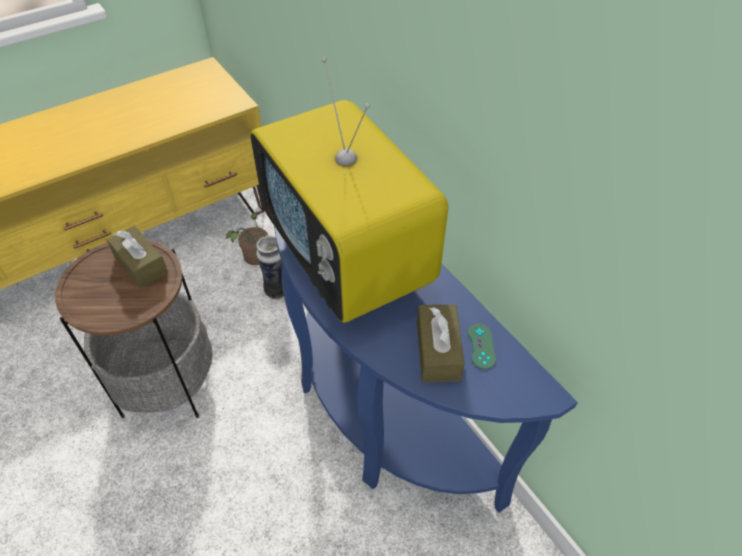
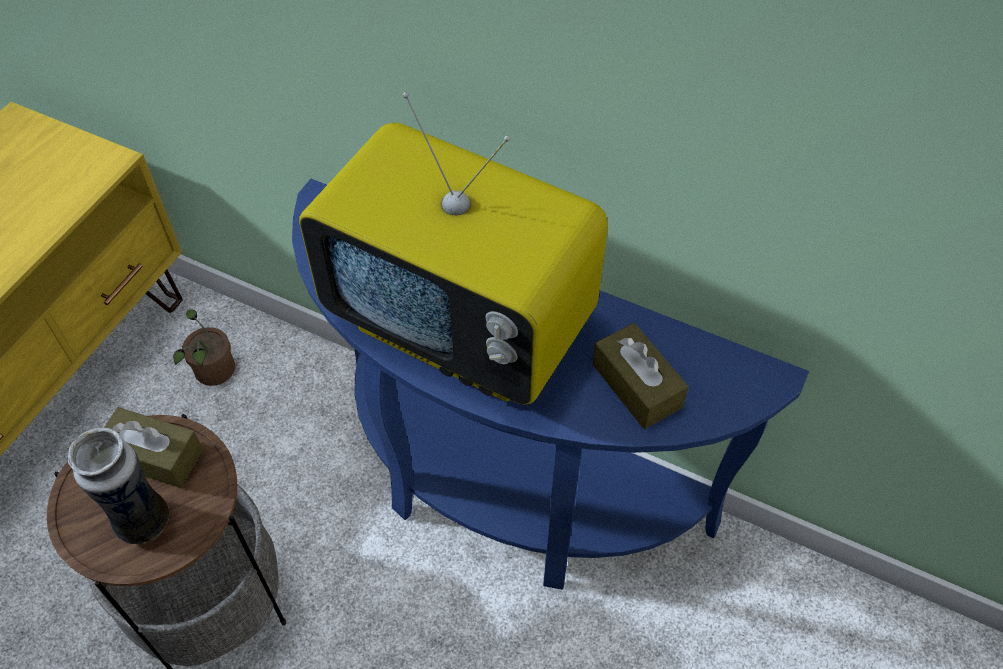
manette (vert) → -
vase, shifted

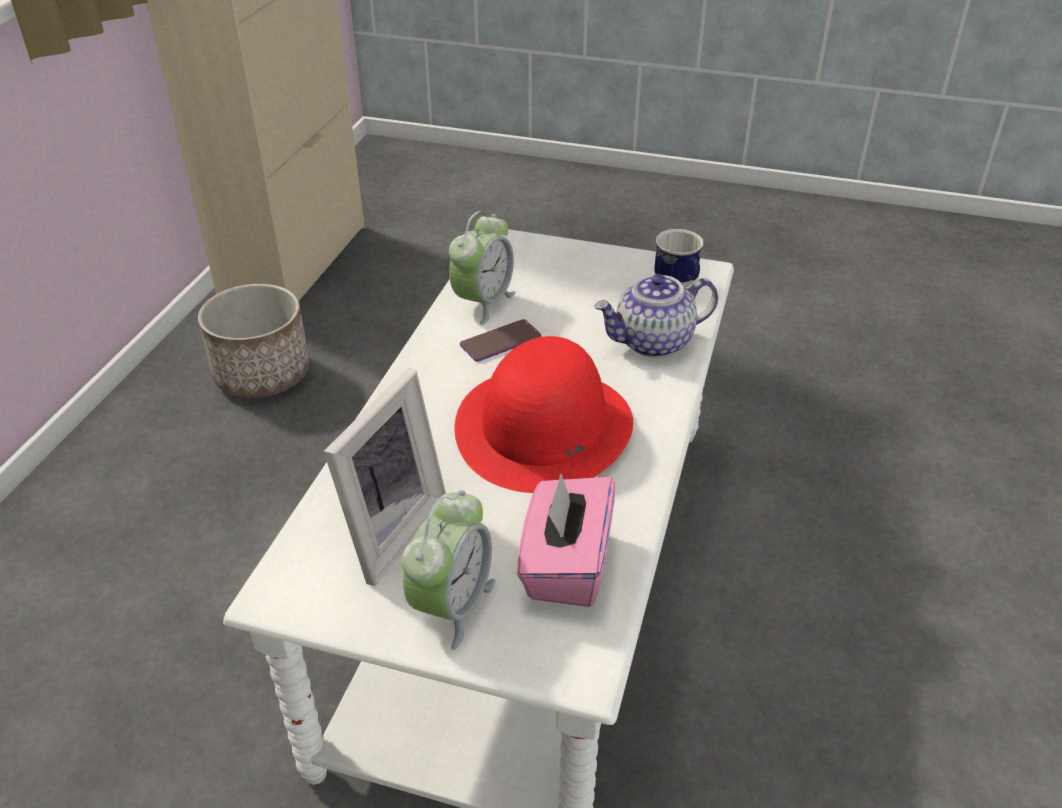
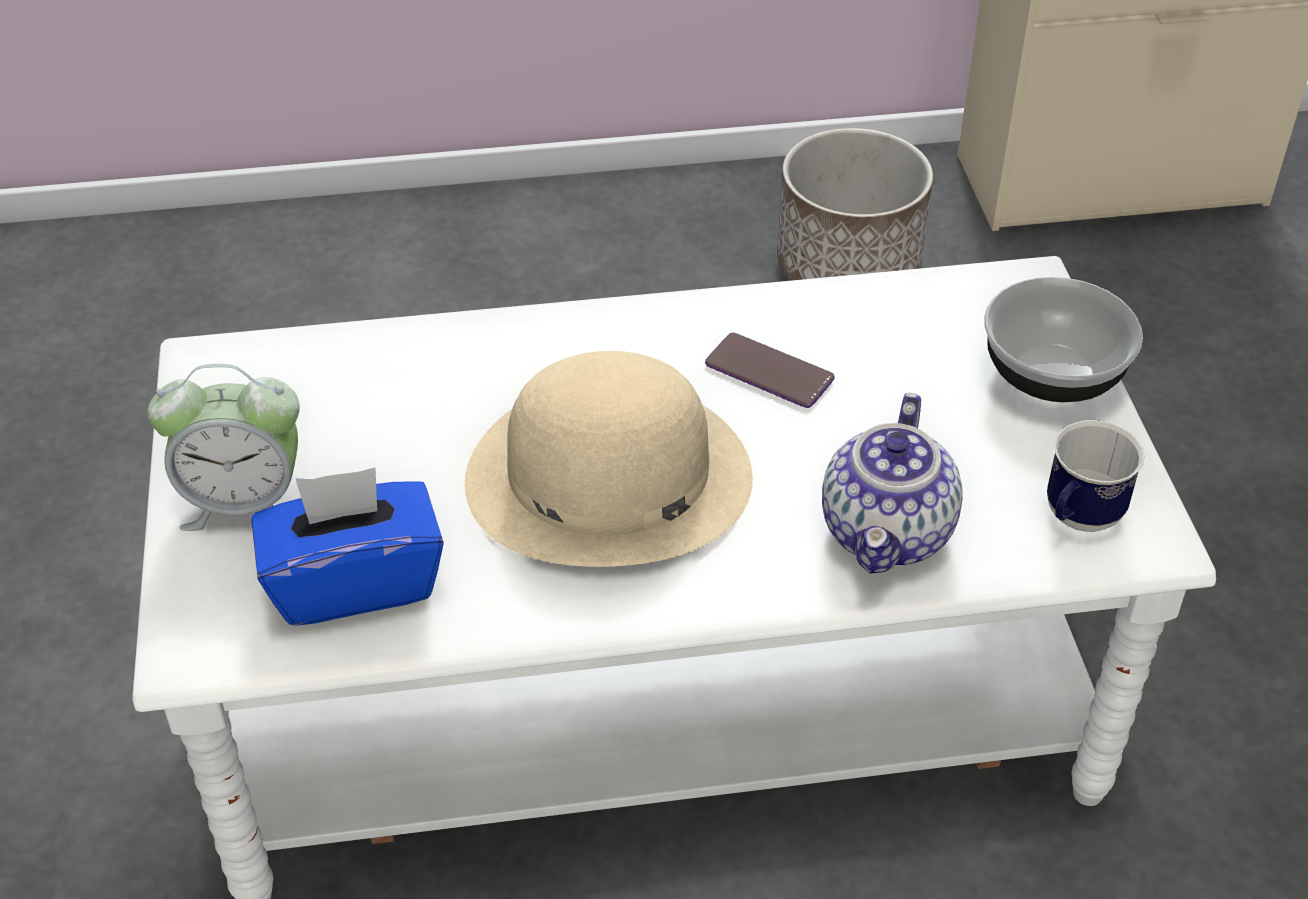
cadre photo → -
réveil (no. 2 from left) → -
- → bol
chapeau (rouge) → chapeau (beige)
boîte à mouchoirs (rose) → boîte à mouchoirs (bleu)
théière, 120 degrees counterclockwise

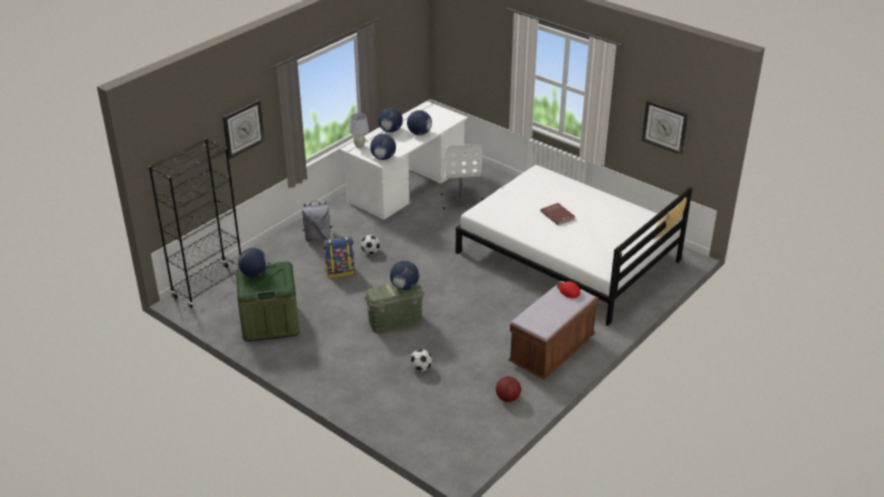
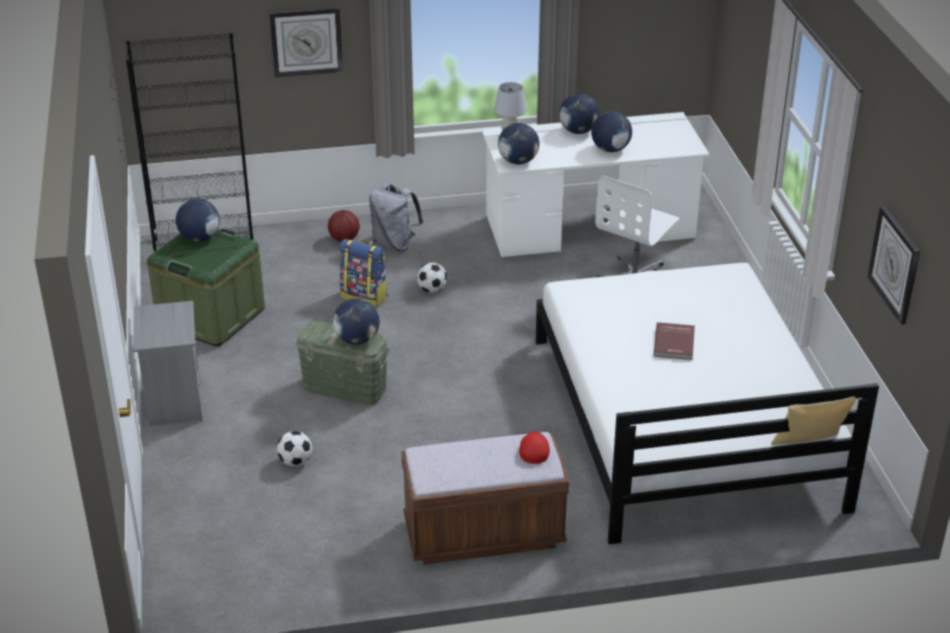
- → table de chevet (gris)
ballon de basket, shifted

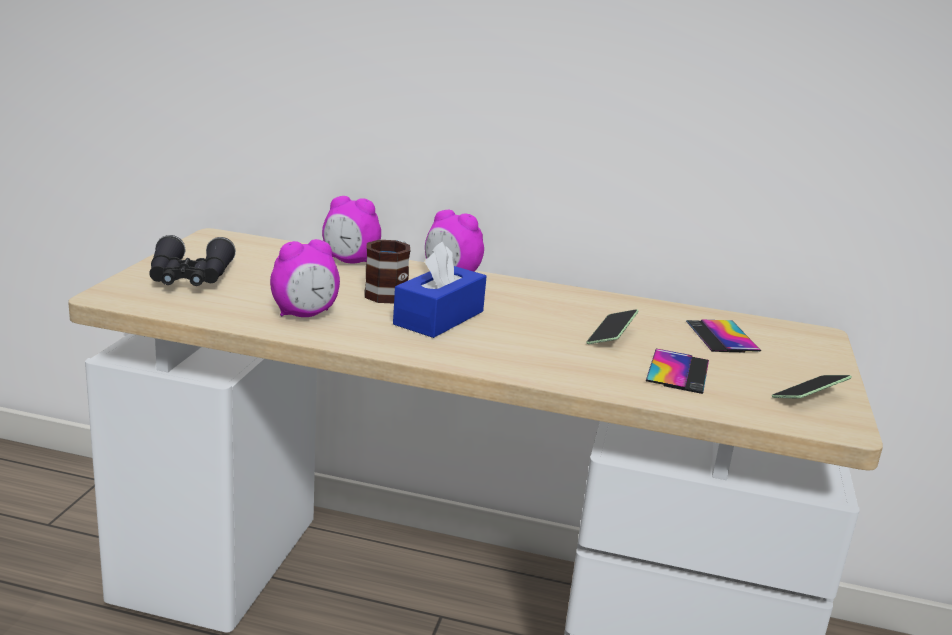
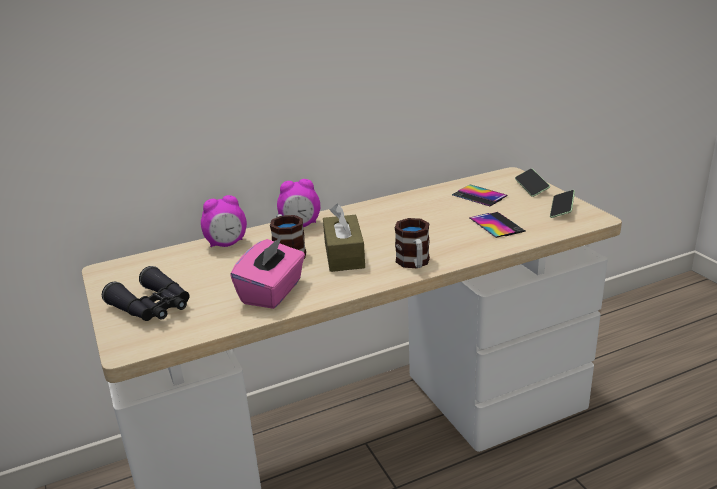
- → mug (no. 2 from left)
téléphone (no. 1 from left in the first image) → téléphone (no. 3 from left), shifted
réveil (no. 1 from left) → boîte à mouchoirs (rose)
boîte à mouchoirs (bleu) → boîte à mouchoirs (marron)

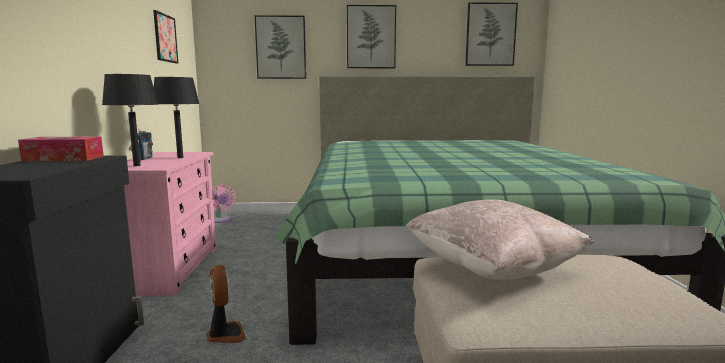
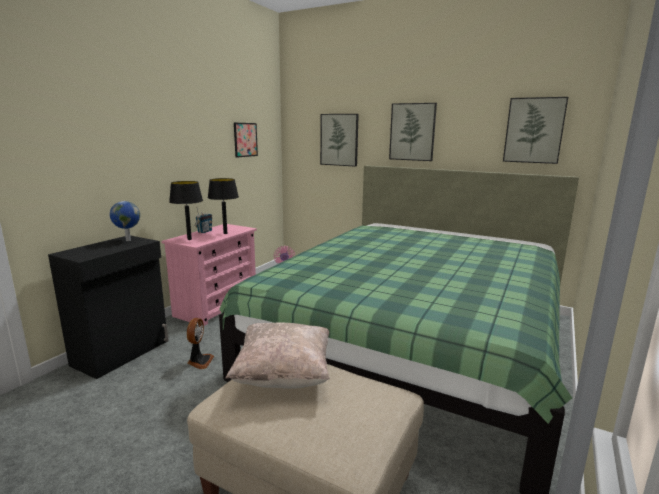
boîte à mouchoirs → globe

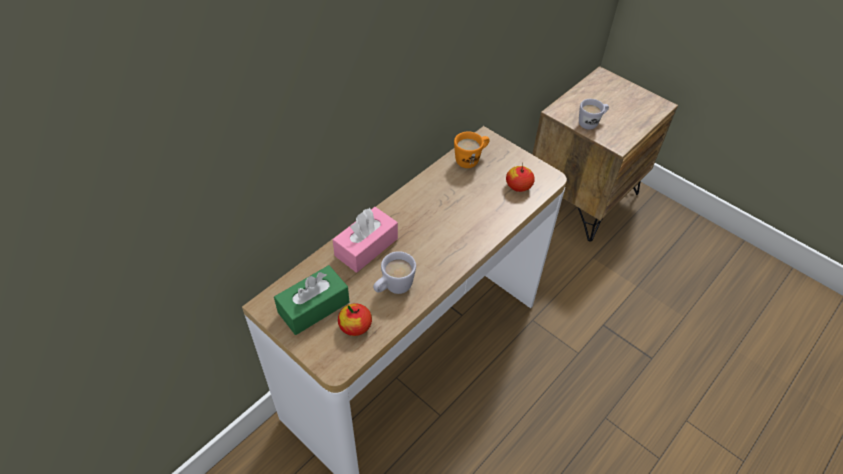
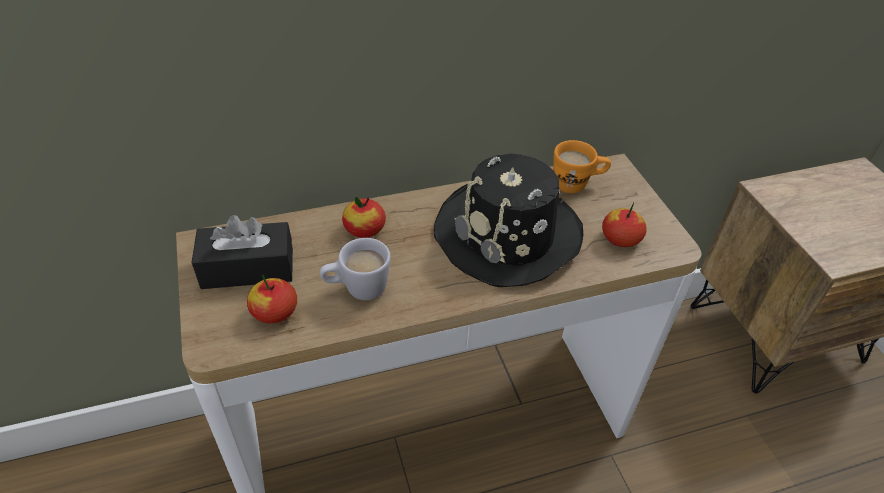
mug (blanc) (no. 2 from left) → -
- → chapeau (noir)
boîte à mouchoirs (rose) → pomme (no. 2 from left)
boîte à mouchoirs (vert) → boîte à mouchoirs (noir)

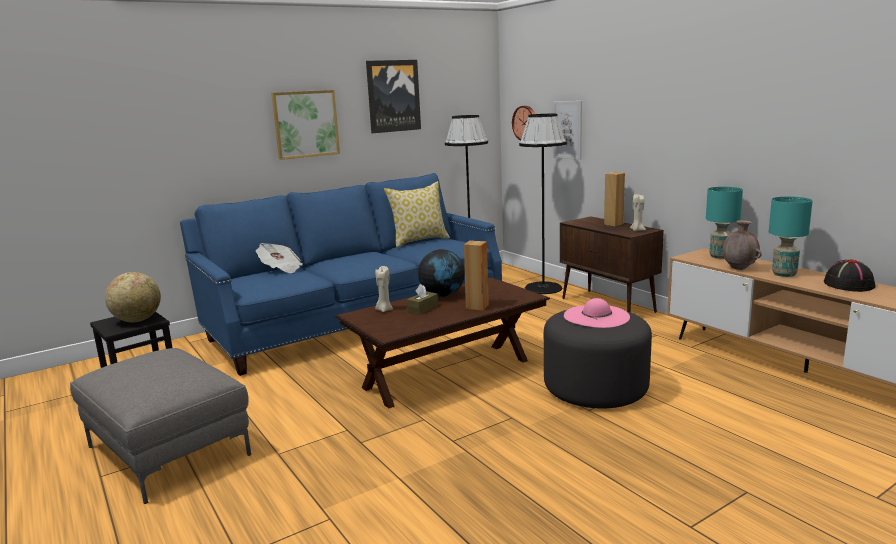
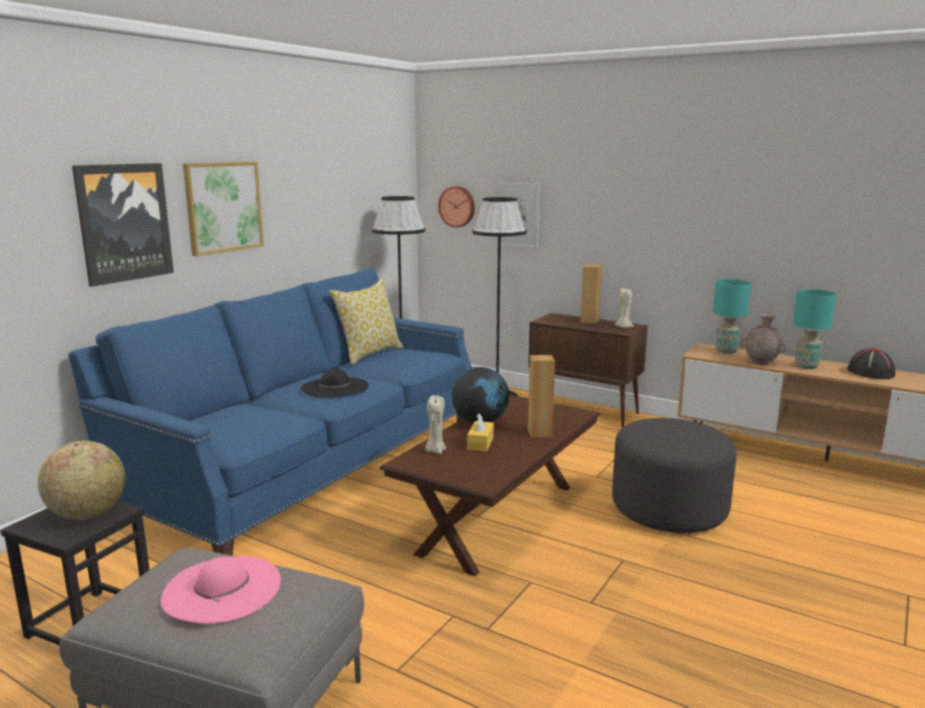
journal → -
- → chapeau (noir) (no. 1 from left)
tableau (no. 2 from left in the first image) → tableau (no. 1 from left), shifted
chapeau (rose), shifted
boîte à mouchoirs (marron) → boîte à mouchoirs (jaune)

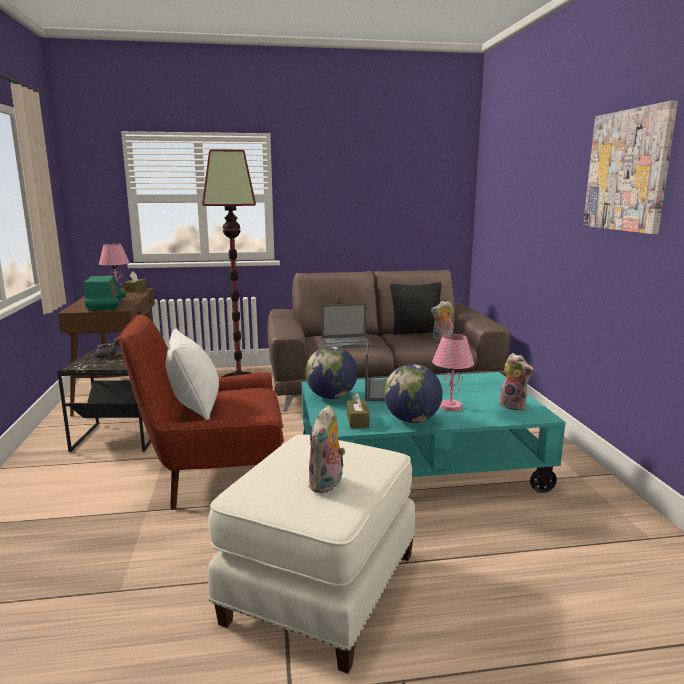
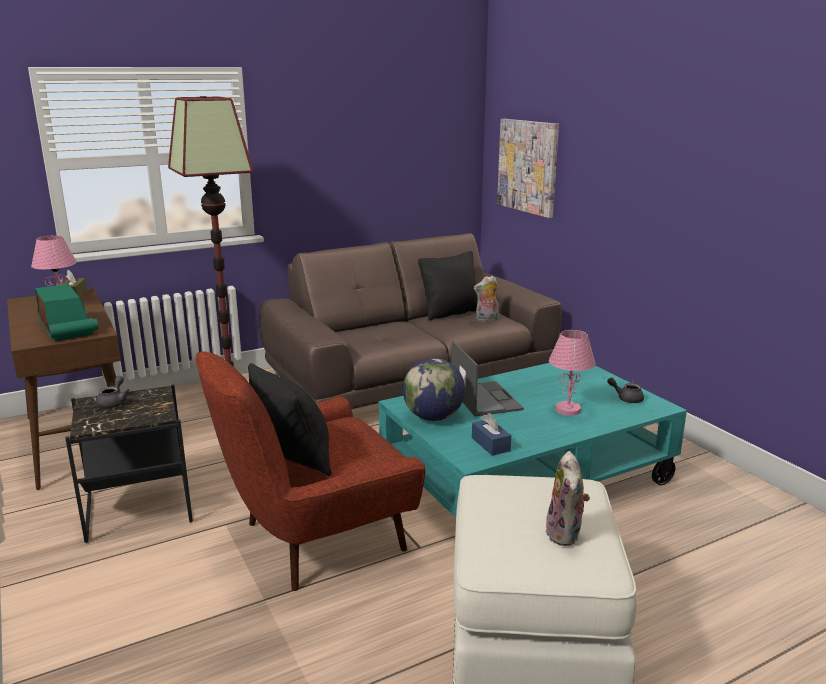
ordinateur portable (no. 1 from left) → -
globe (no. 2 from left) → -
tableau, shifted
peluche (no. 3 from left) → théière (gris) (no. 2 from left)
coussin (blanc) → coussin (noir) (no. 1 from left)
boîte à mouchoirs (marron) (no. 2 from left) → boîte à mouchoirs (bleu)

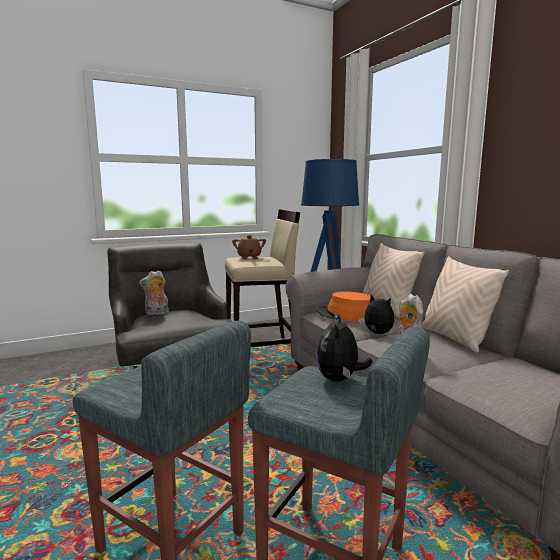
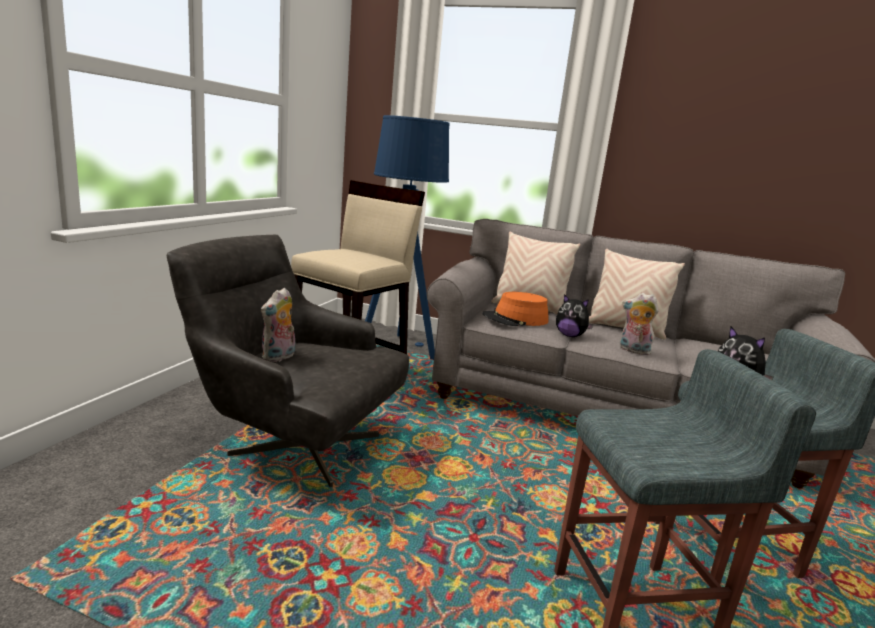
théière (marron) → -
peluche (no. 3 from left in the first image) → peluche (no. 2 from left), 150 degrees counterclockwise

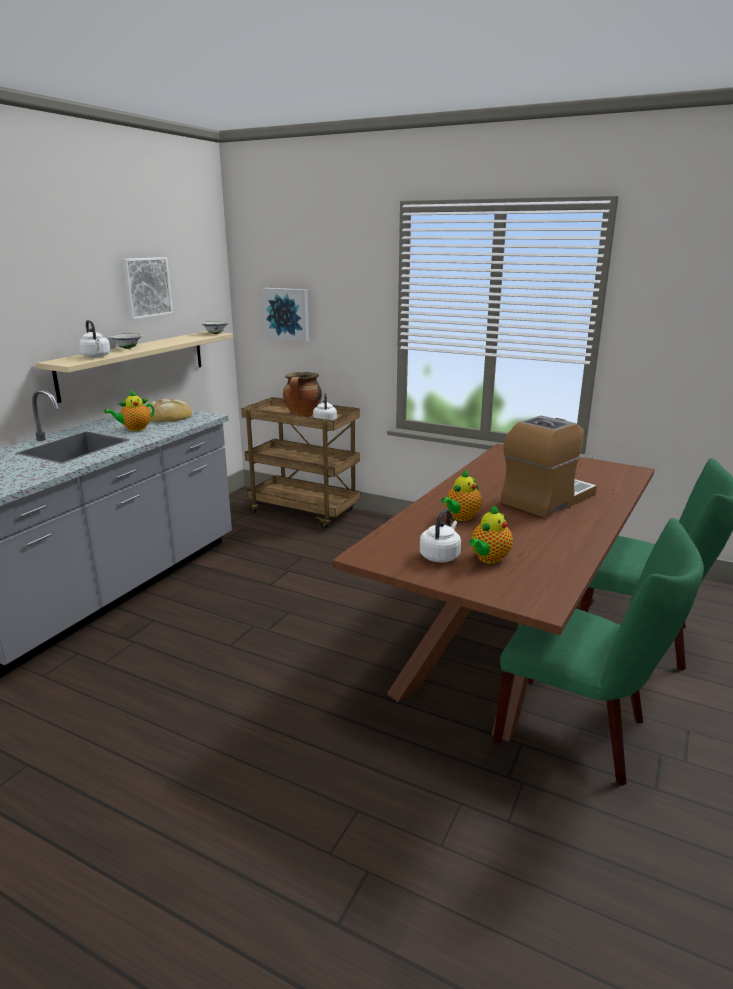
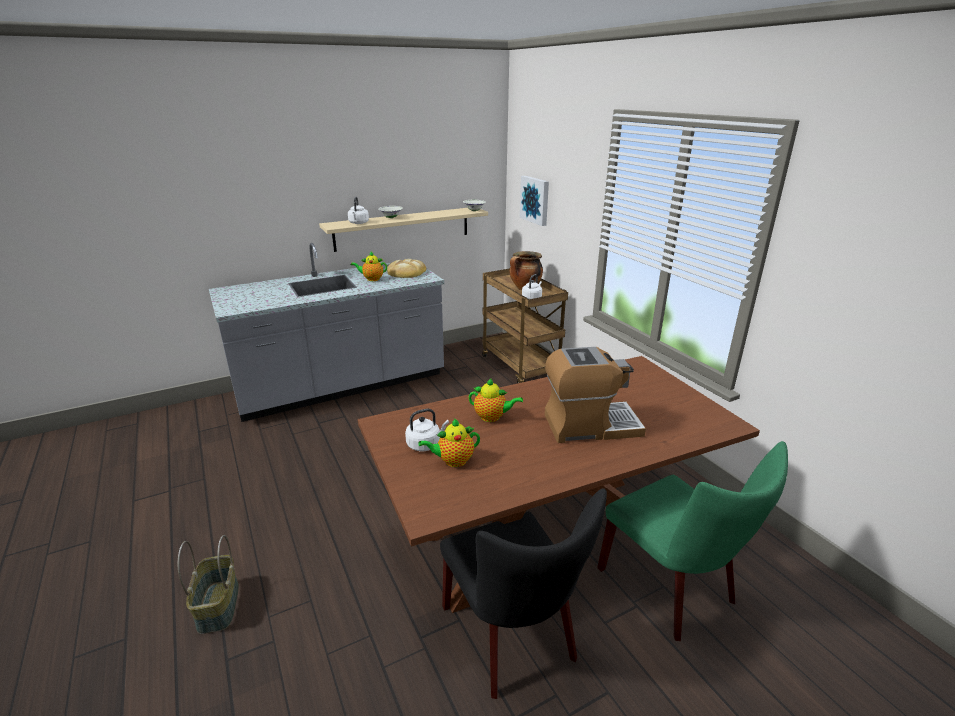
tableau (no. 1 from left) → -
- → panier
chaise (vert) (no. 1 from left) → chaise (noir)
théière (no. 2 from left in the first image) → théière (no. 3 from left), 150 degrees counterclockwise

